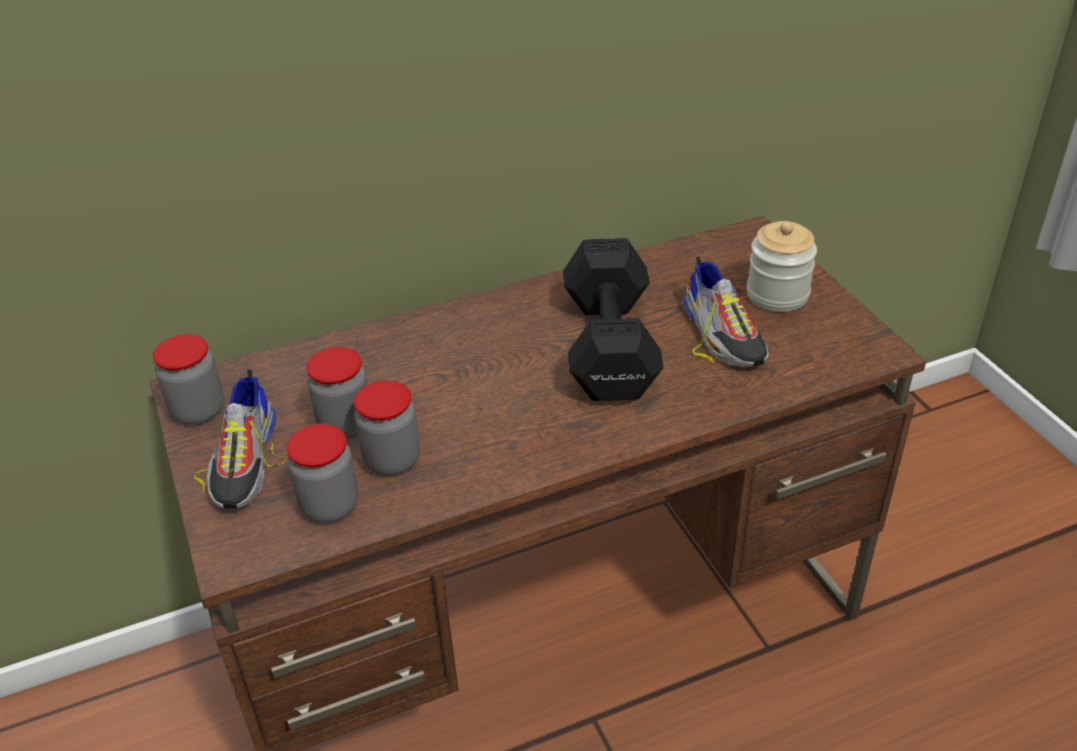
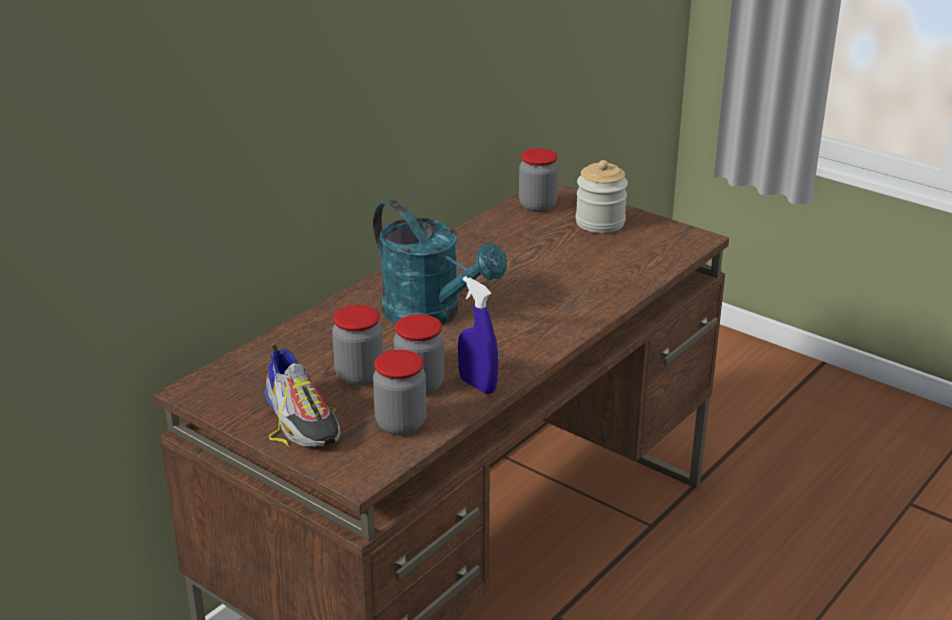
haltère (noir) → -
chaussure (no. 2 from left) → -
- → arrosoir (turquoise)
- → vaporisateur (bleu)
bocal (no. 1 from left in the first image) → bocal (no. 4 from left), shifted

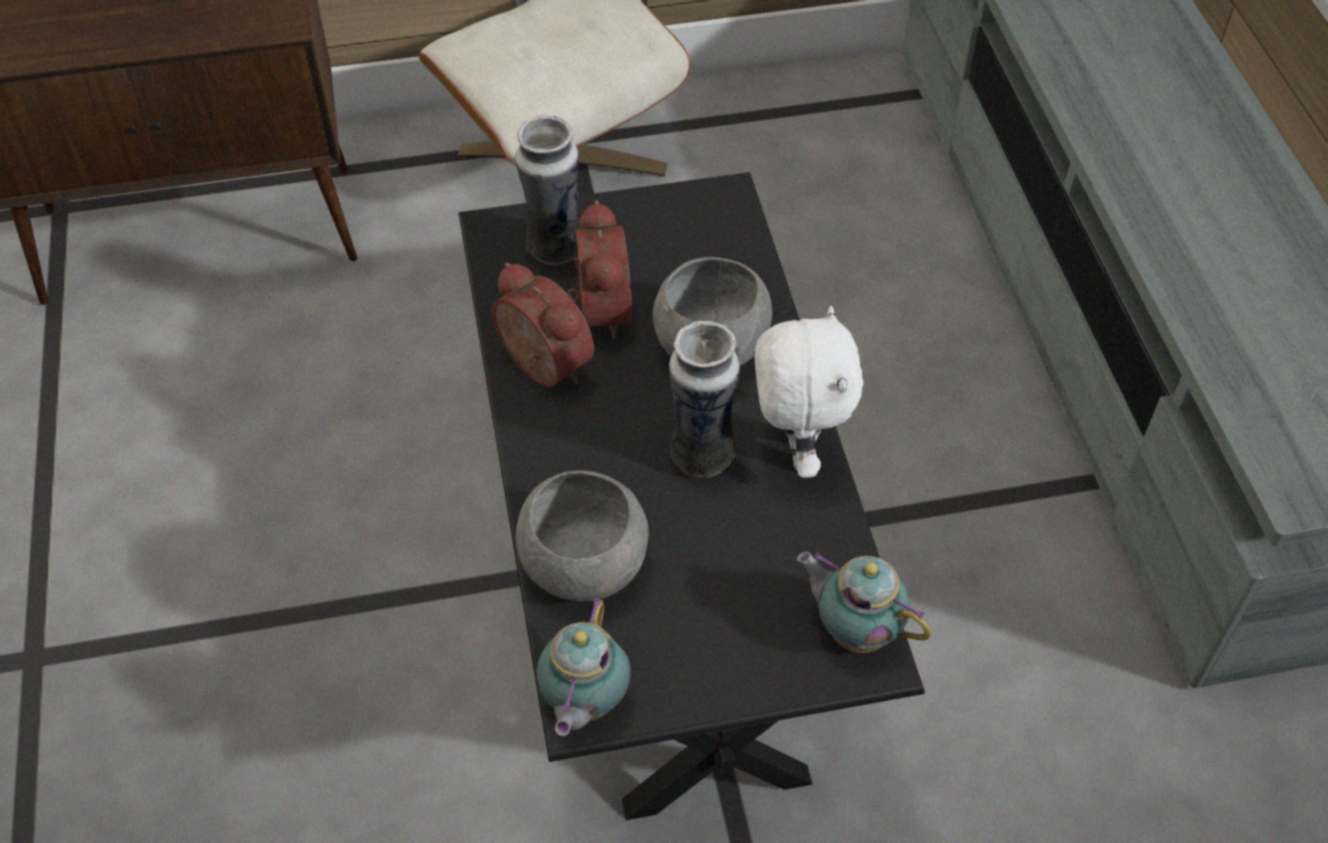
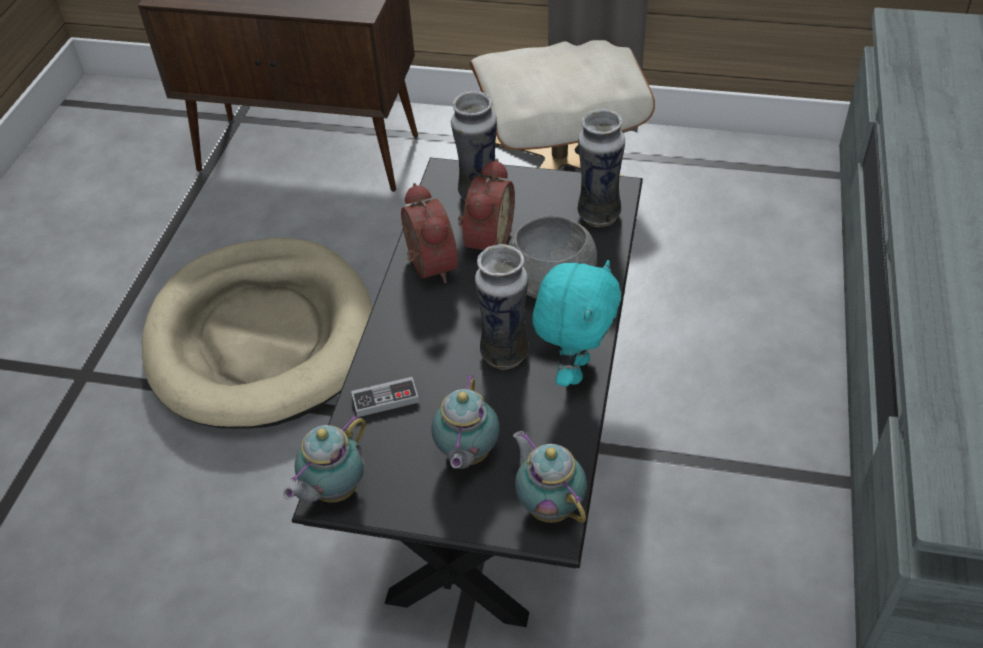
- → panier pour chien (beige)
- → théière (no. 2 from left)
- → vase (no. 3 from left)
bol (gris) (no. 1 from left) → manette
peluche (blanc) → peluche (turquoise)

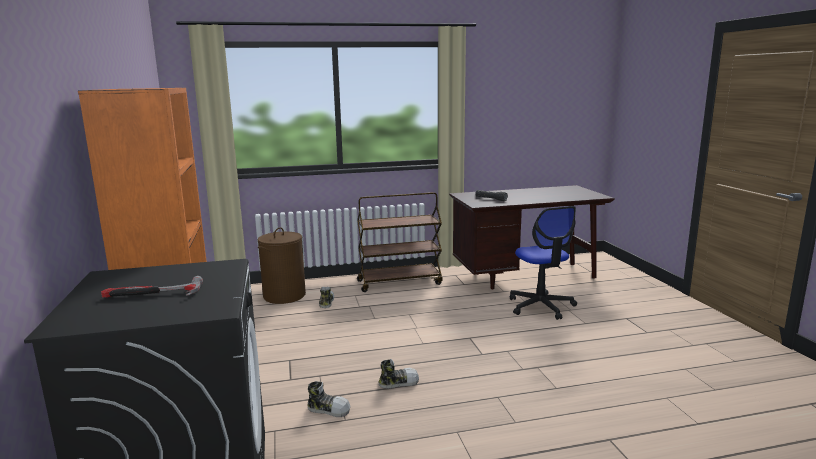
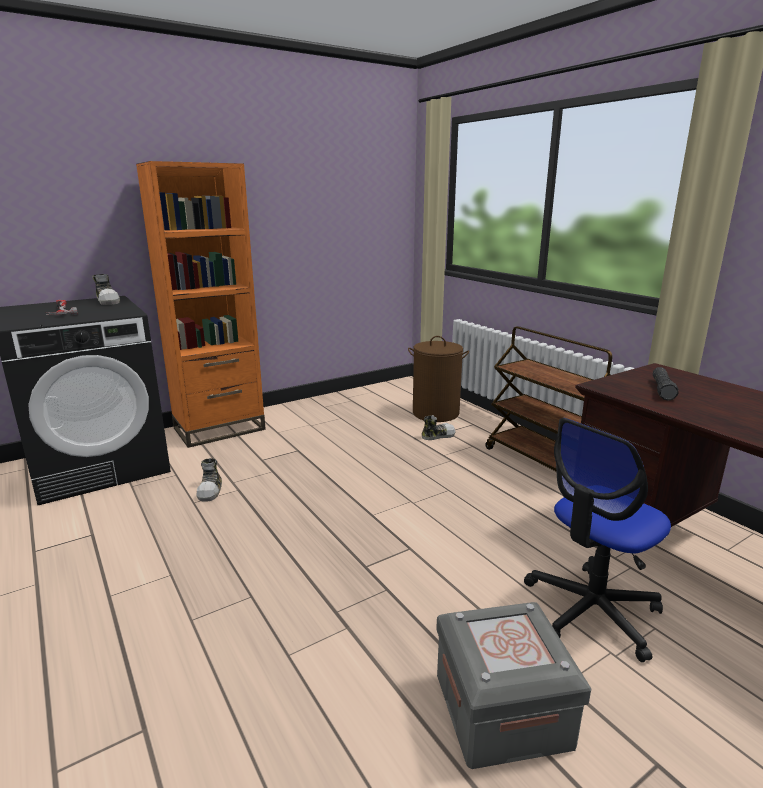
- → boîte de rangement (gris)
chaussure (no. 3 from left in the first image) → chaussure (no. 1 from left), shifted

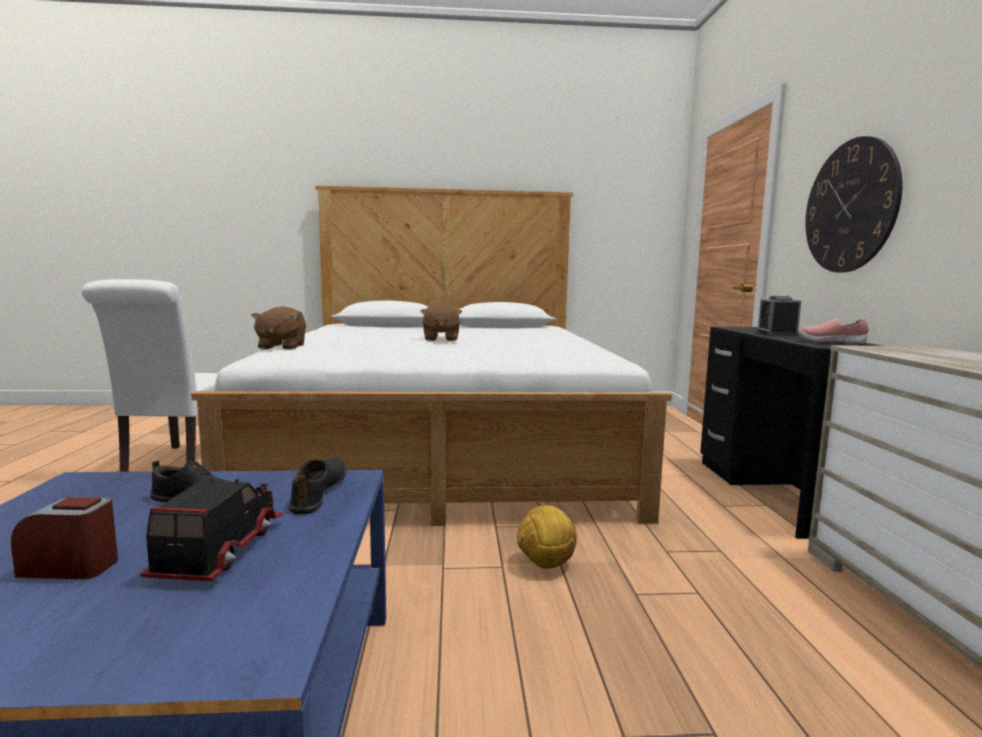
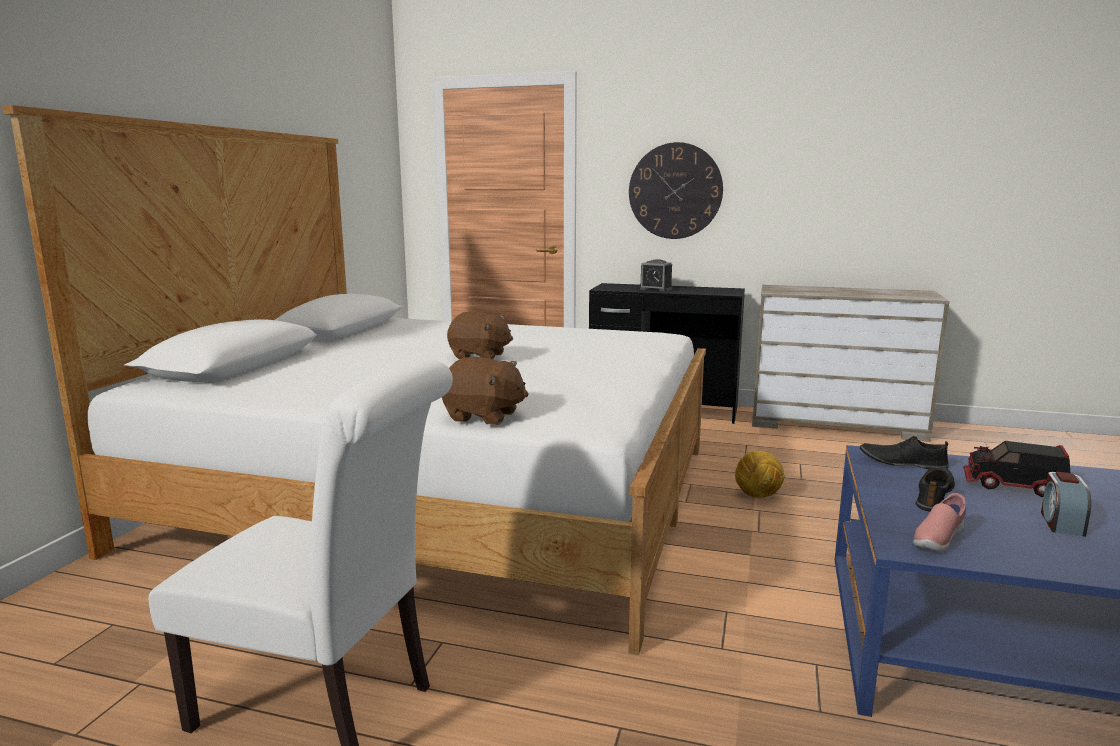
chaussure (rose), shifted

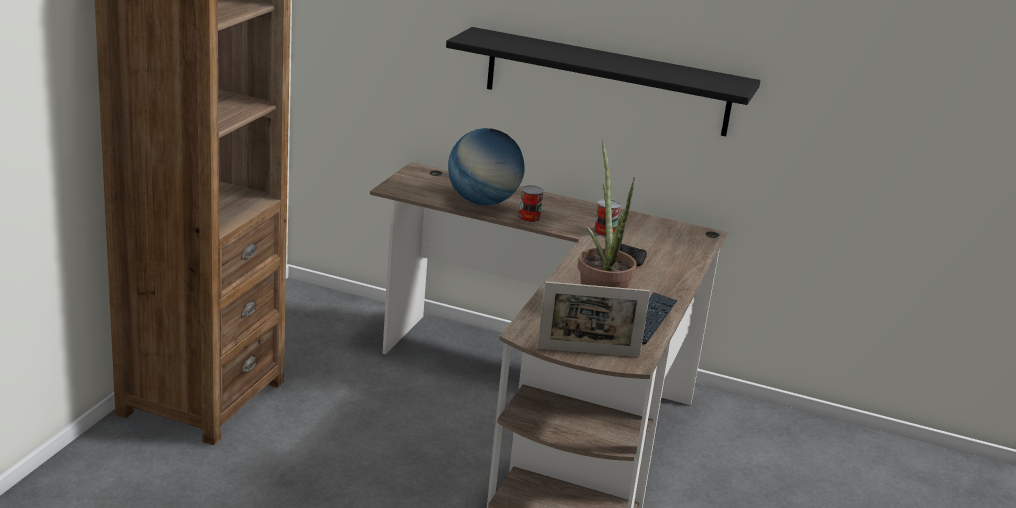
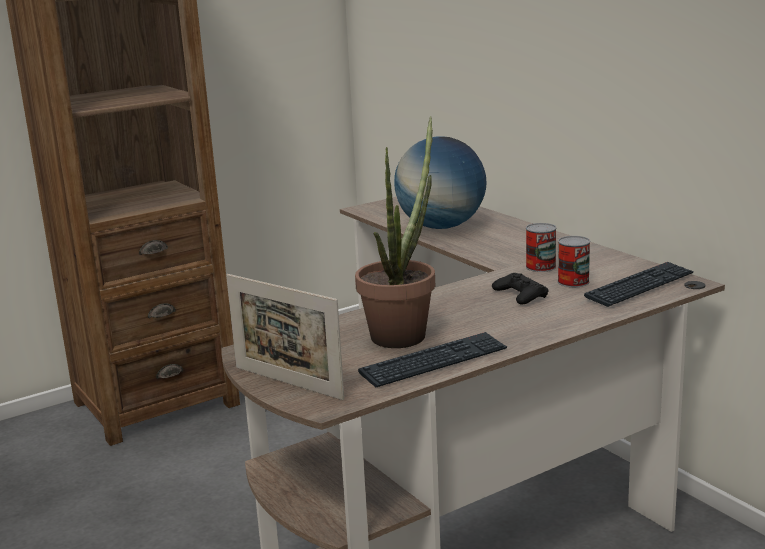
étagère (noir) → -
- → clavier (no. 2 from left)
boîte métallique (no. 1 from left in the first image) → boîte métallique (no. 2 from left), shifted

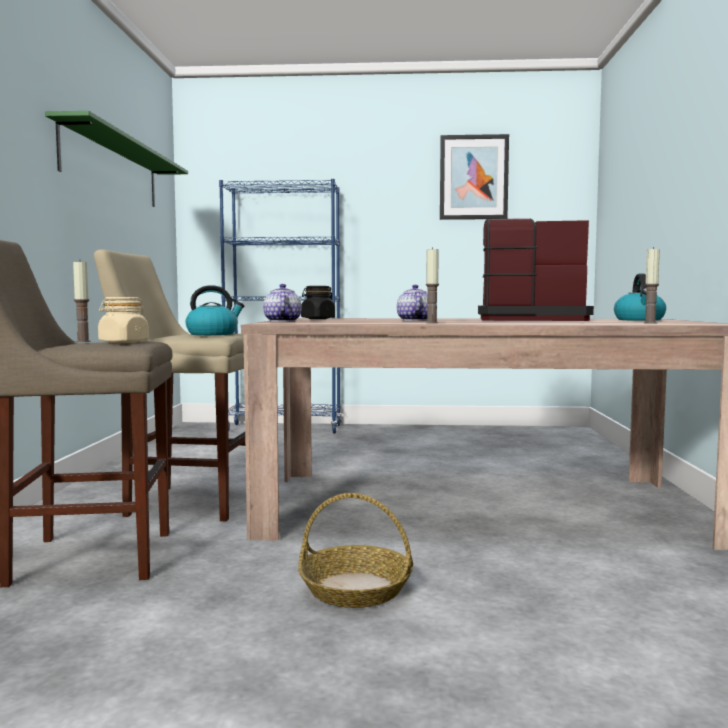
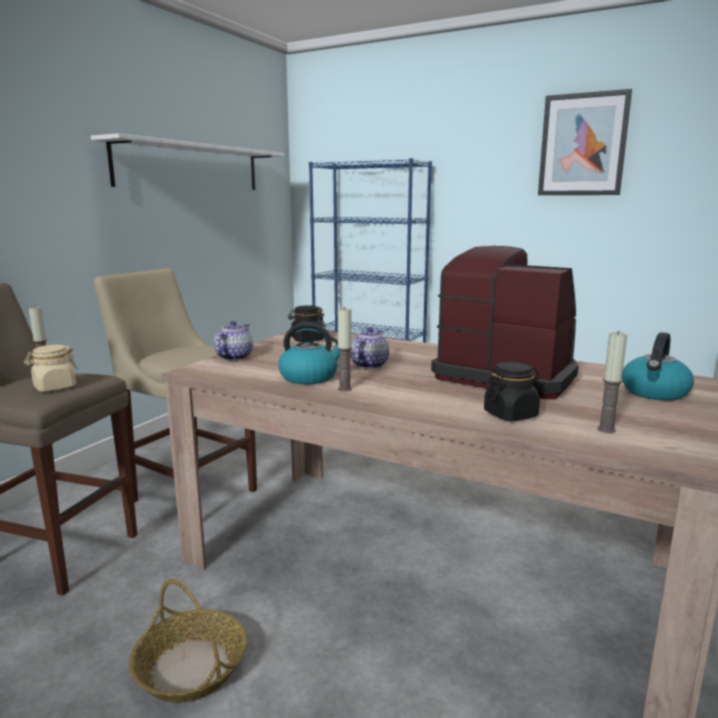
- → bocal (noir) (no. 2 from left)
bouilloire (no. 1 from left), shifted
étagère (vert) → étagère (blanc)

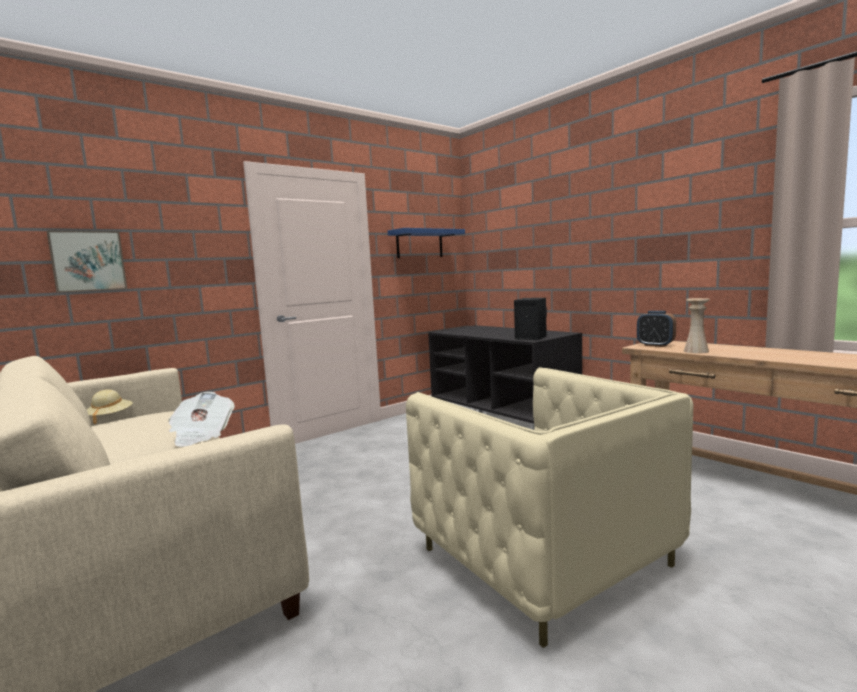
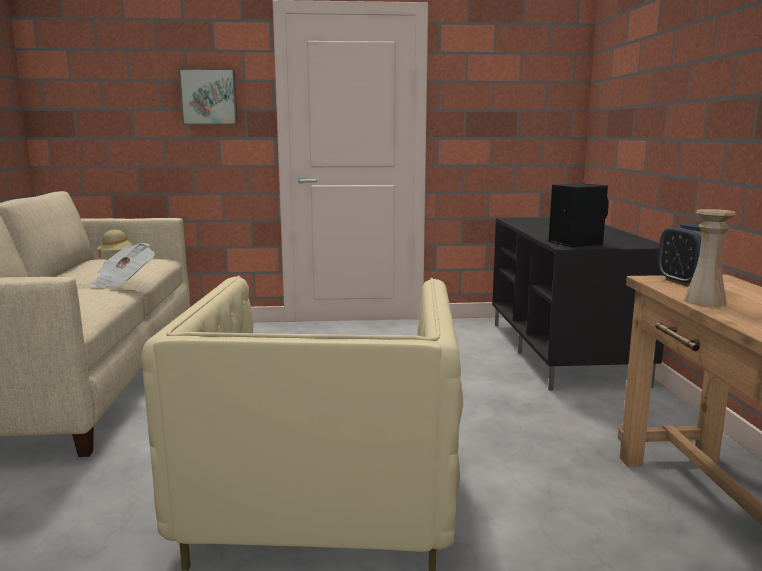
étagère (bleu) → -
tableau, shifted

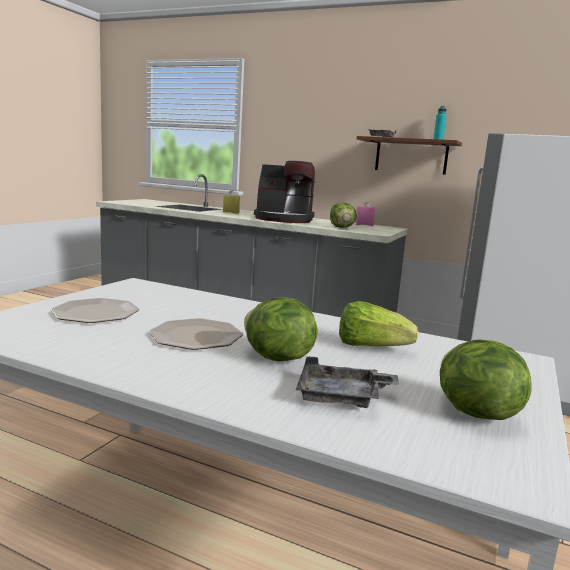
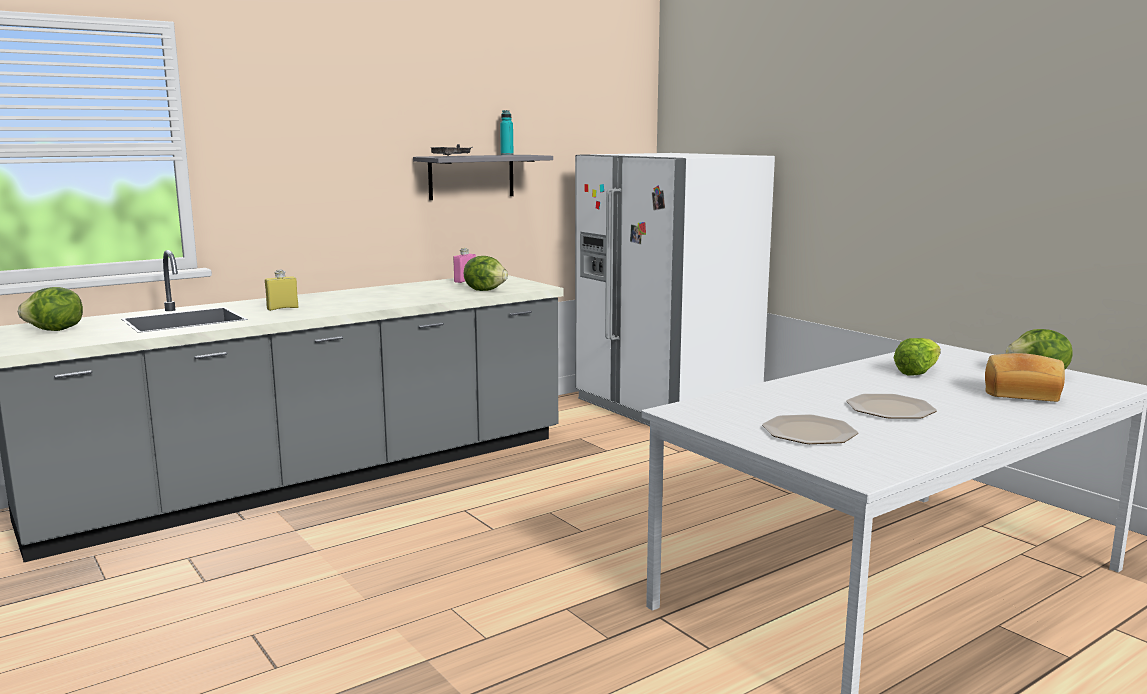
machine à café → -
laitue (no. 1 from left), shifted
plateau (gris) (no. 1 from left) → pain
étagère (marron) → étagère (gris)

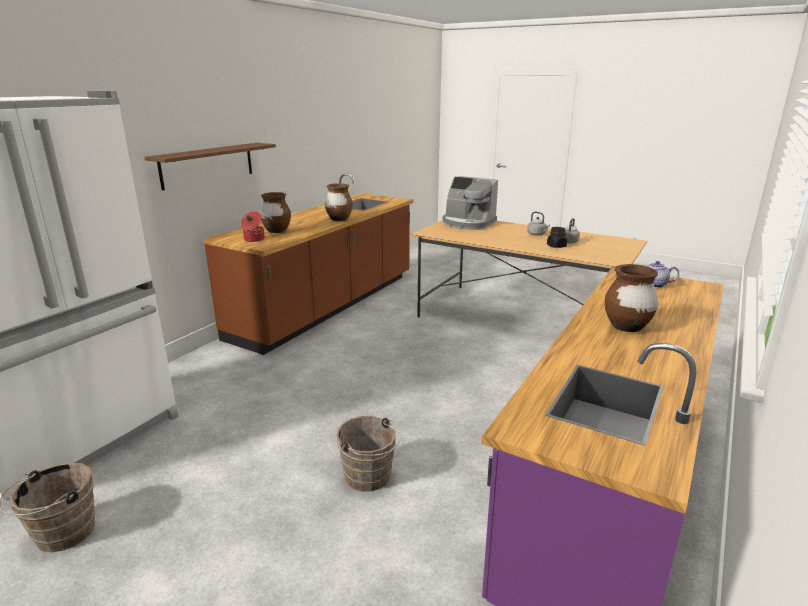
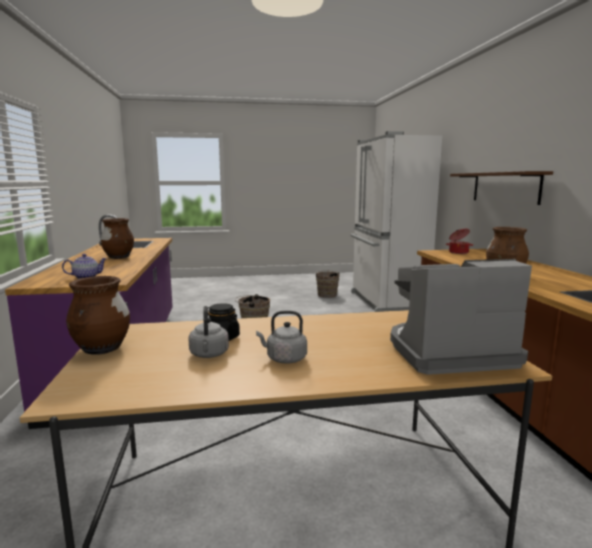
vase (marron) (no. 1 from left), shifted

